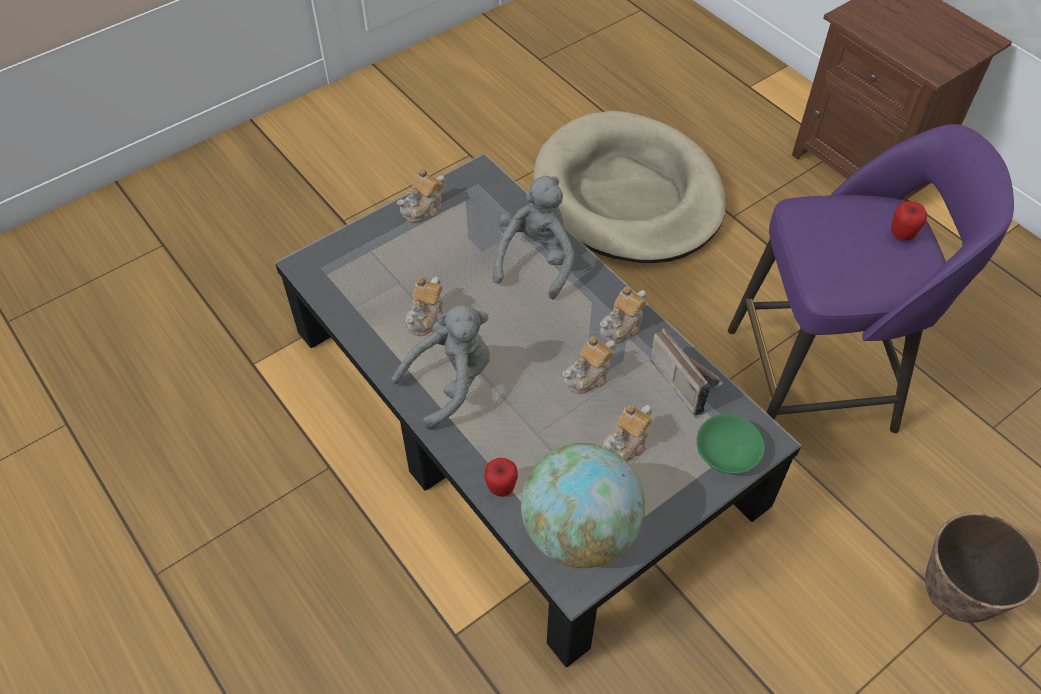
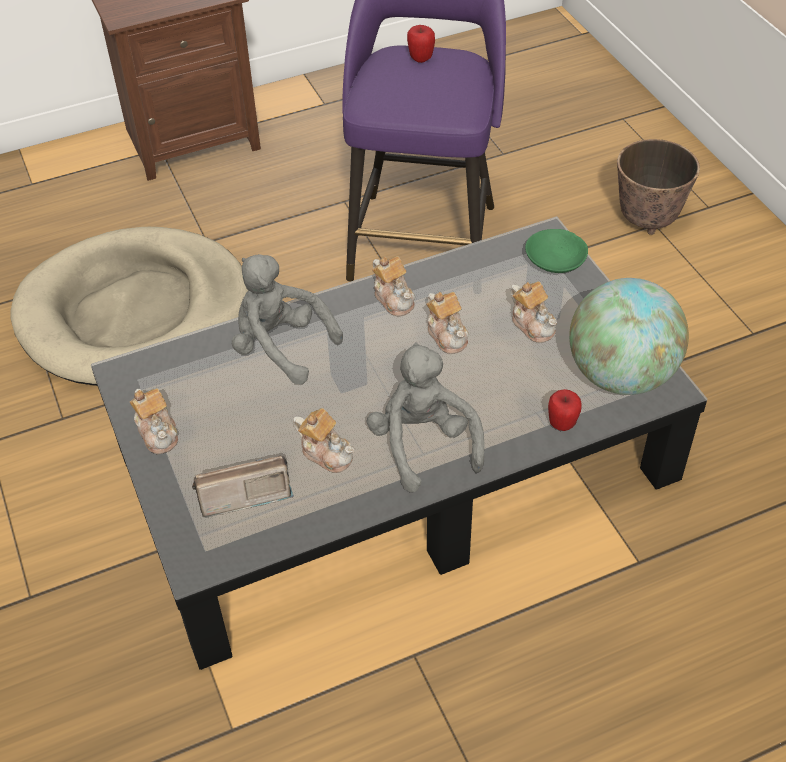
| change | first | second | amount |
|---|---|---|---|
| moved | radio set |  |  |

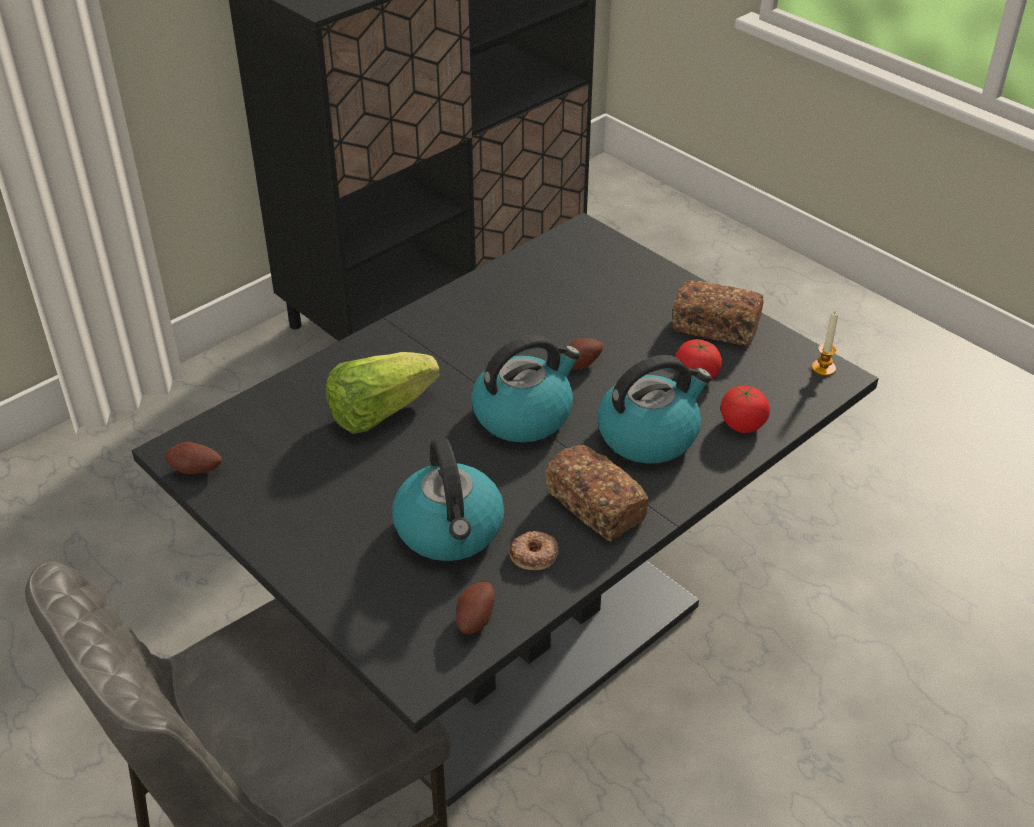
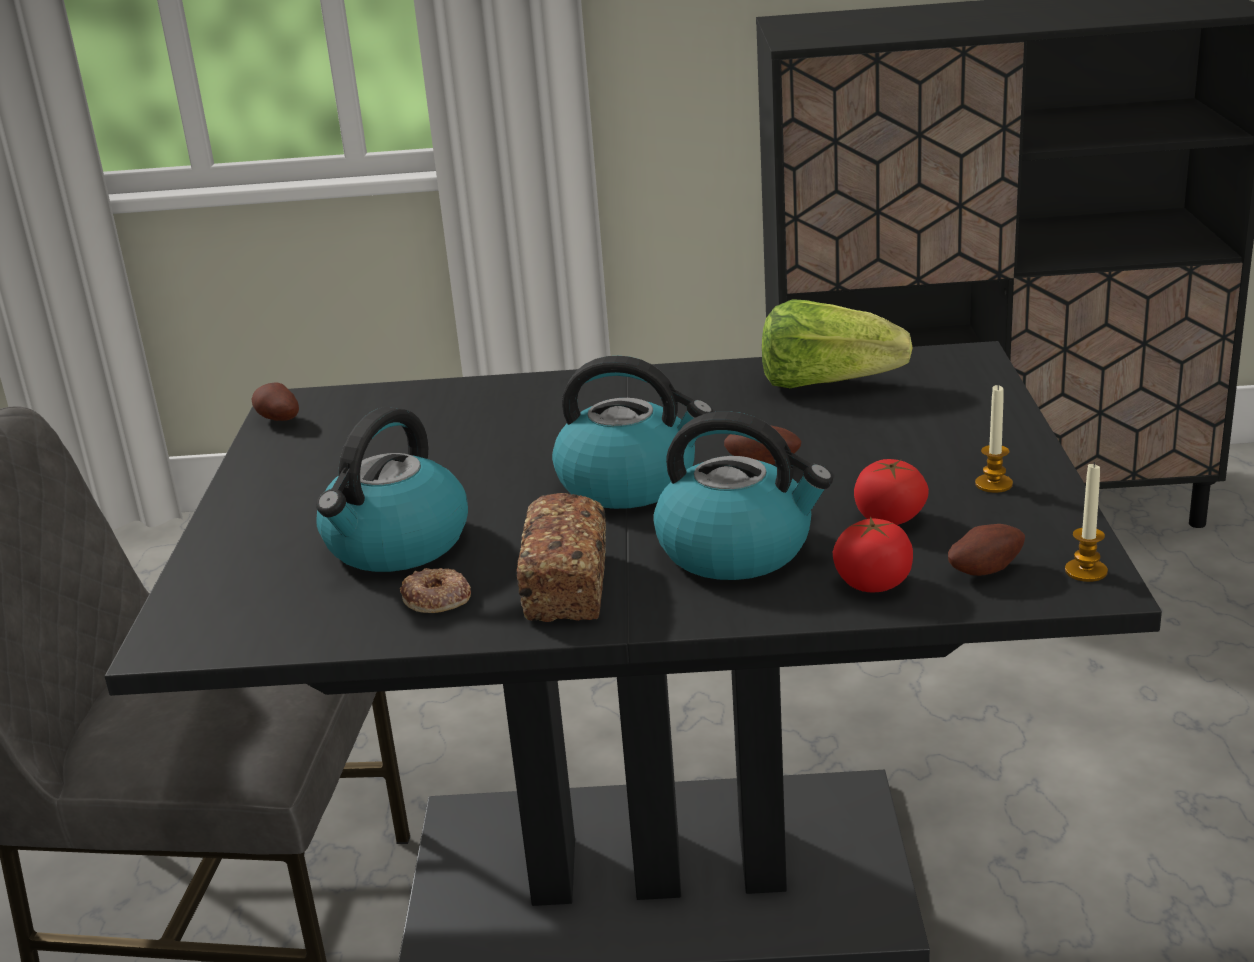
| change | first | second | amount |
|---|---|---|---|
| moved | lettuce head |  |  |
| moved | potato (2nd from left in the first image) | potato (3rd from left) |  |
| replaced | baked bread (2nd from left) | wax light (1st from left) |  |

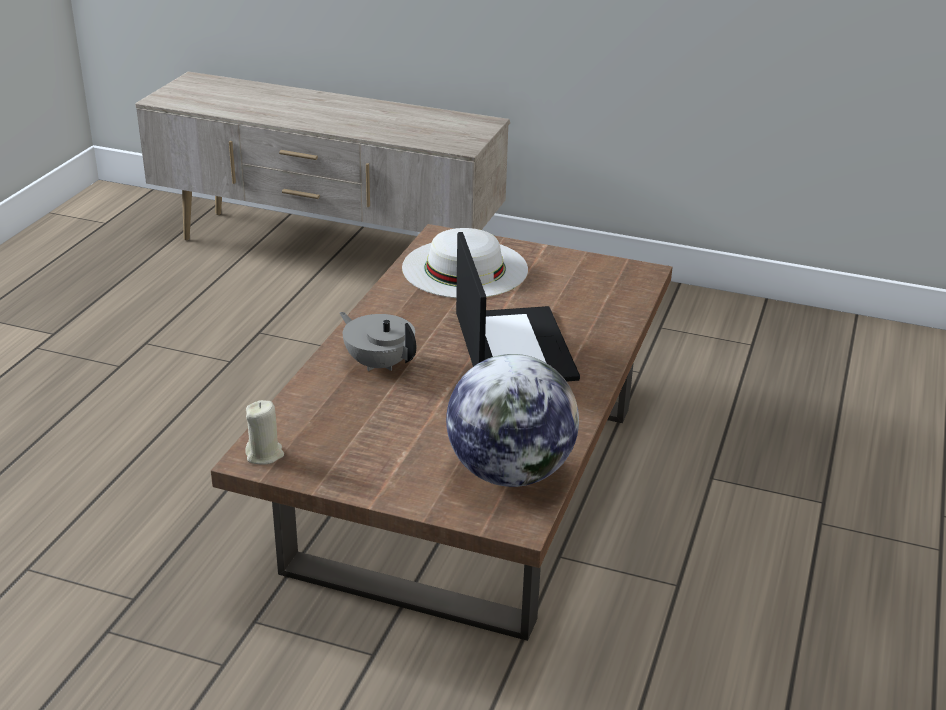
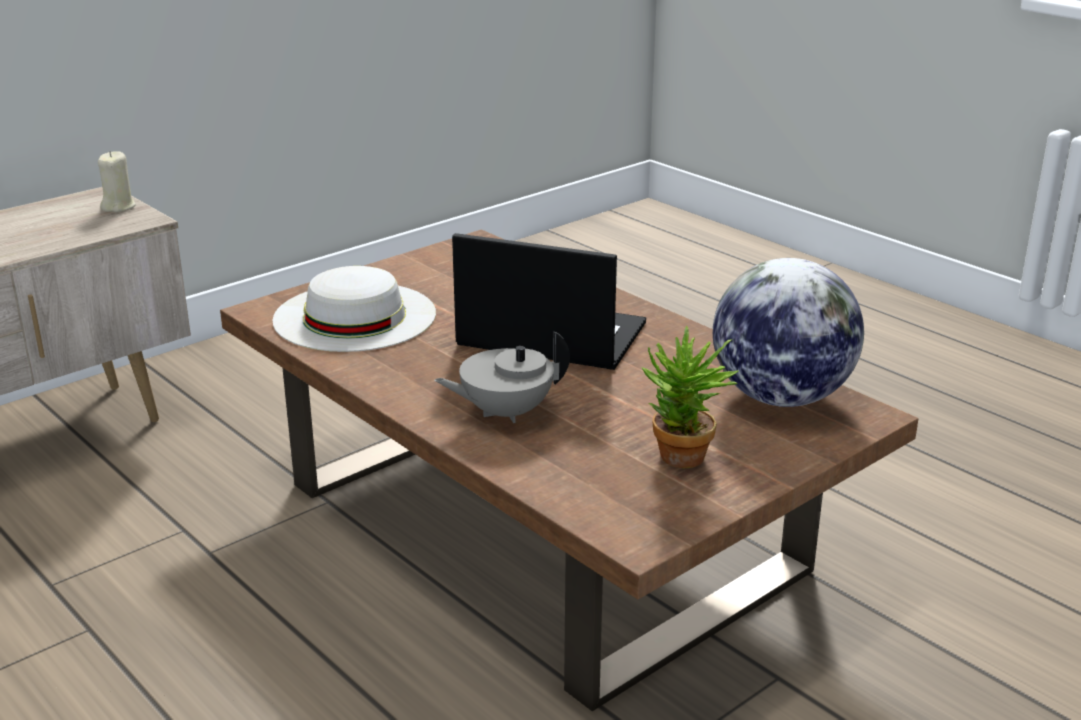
| change | first | second | amount |
|---|---|---|---|
| added |  | houseplant |  |
| moved | wax light in sand-coloured |  |  |

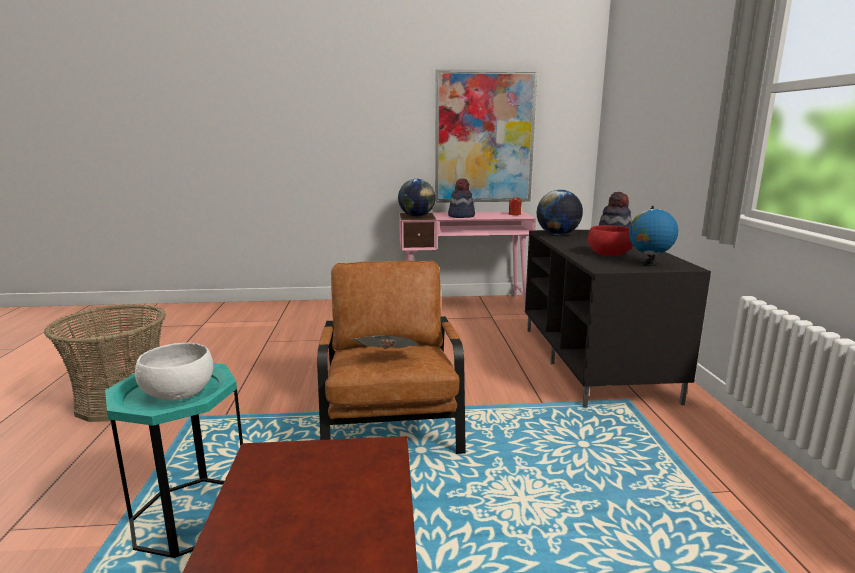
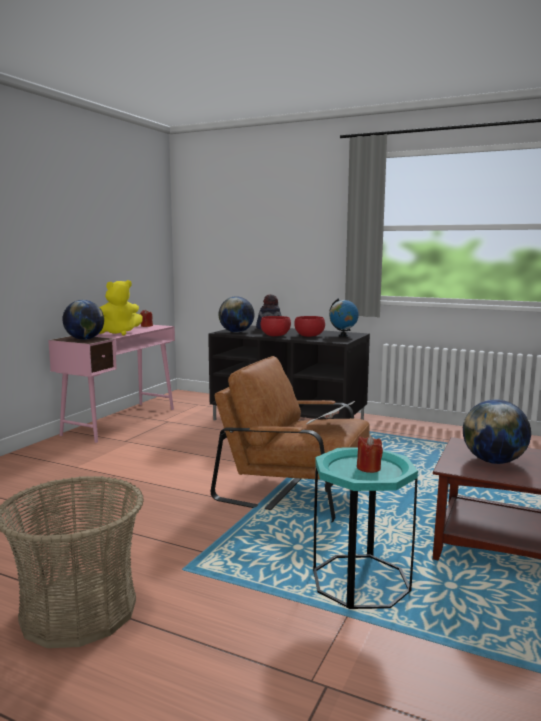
| change | first | second | amount |
|---|---|---|---|
| removed | picture |  |  |
| added |  | deep dish in red (1st from left) |  |
| added |  | desk globe (4th from left) |  |
| replaced | deep dish in white-coloured | wax light in red (2nd from left) |  |
| replaced | hat (1st from left) | plush toy in yellow |  |

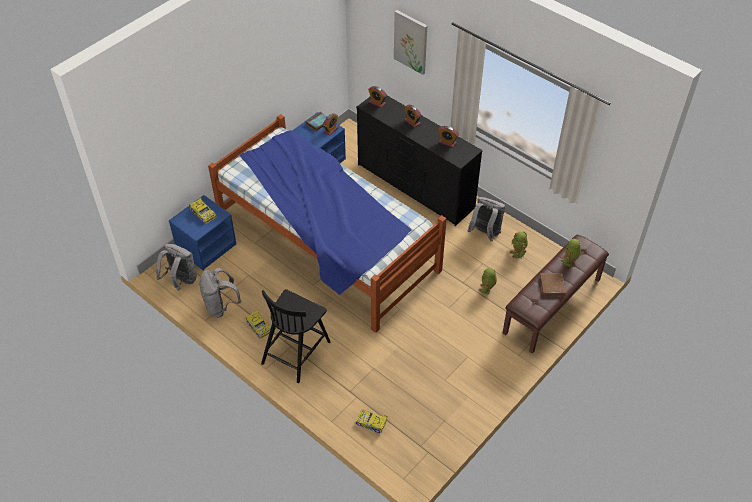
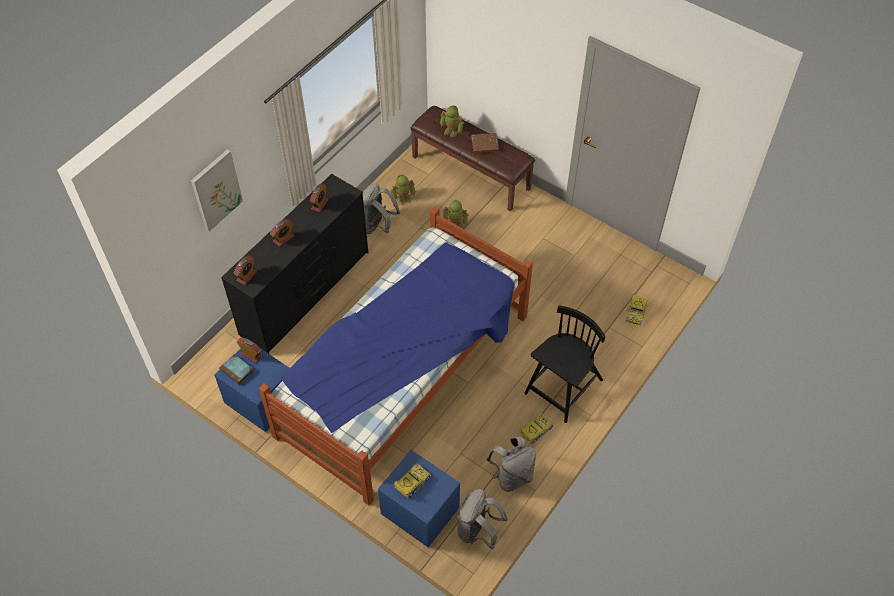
| change | first | second | amount |
|---|---|---|---|
| turned | chair in blackish |  | 75 degrees counterclockwise |

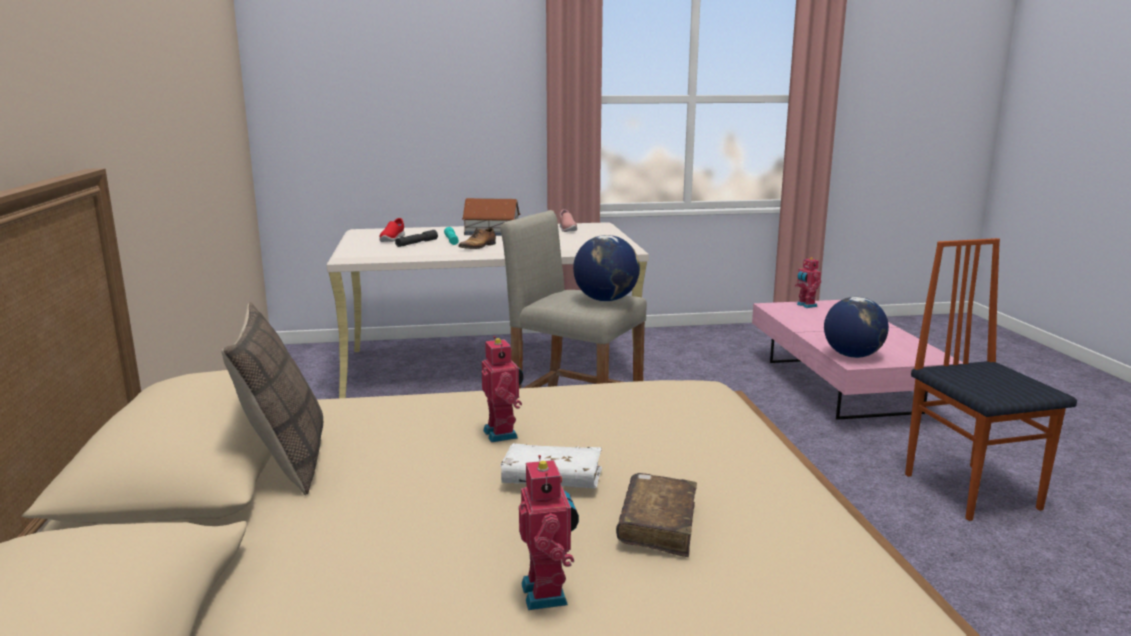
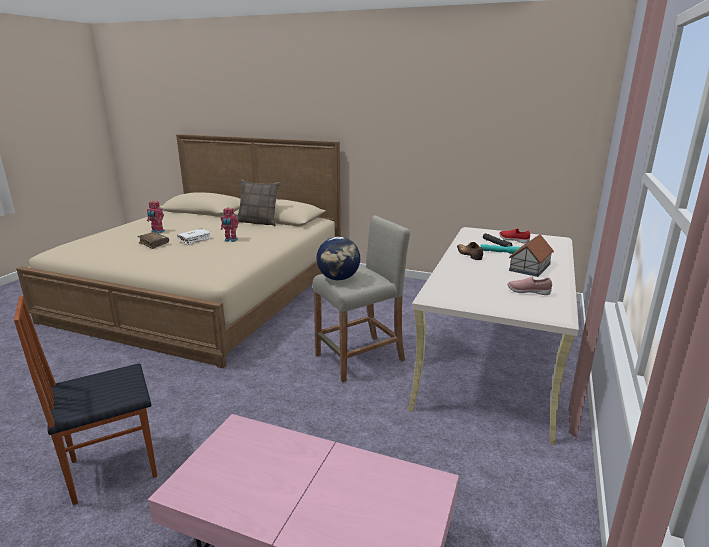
| change | first | second | amount |
|---|---|---|---|
| removed | robot figure (3rd from left) |  |  |
| removed | desk globe (2nd from left) |  |  |
| turned | chair |  | 135 degrees clockwise |

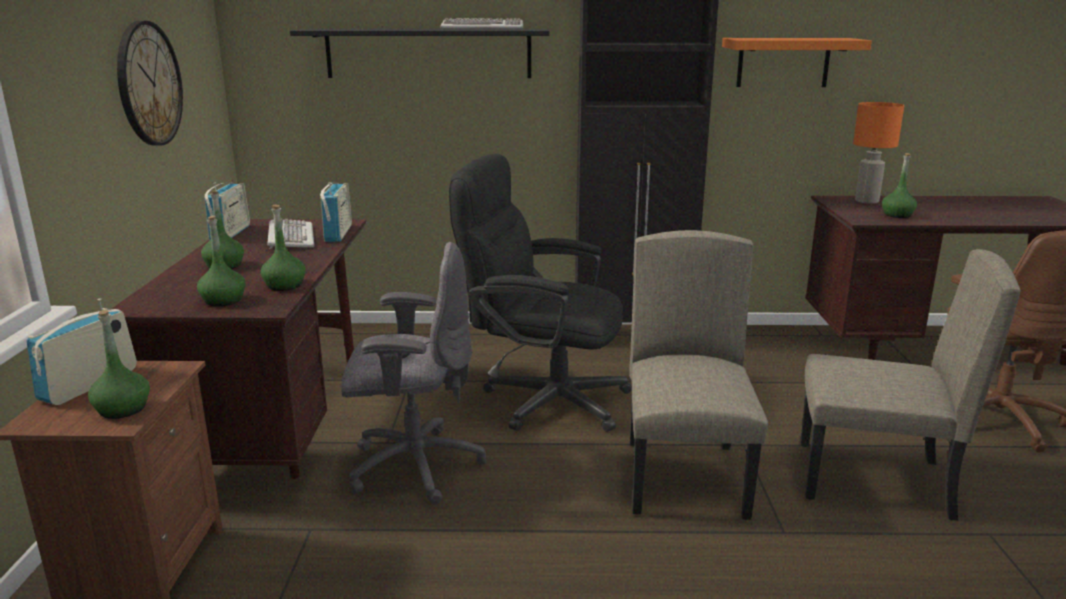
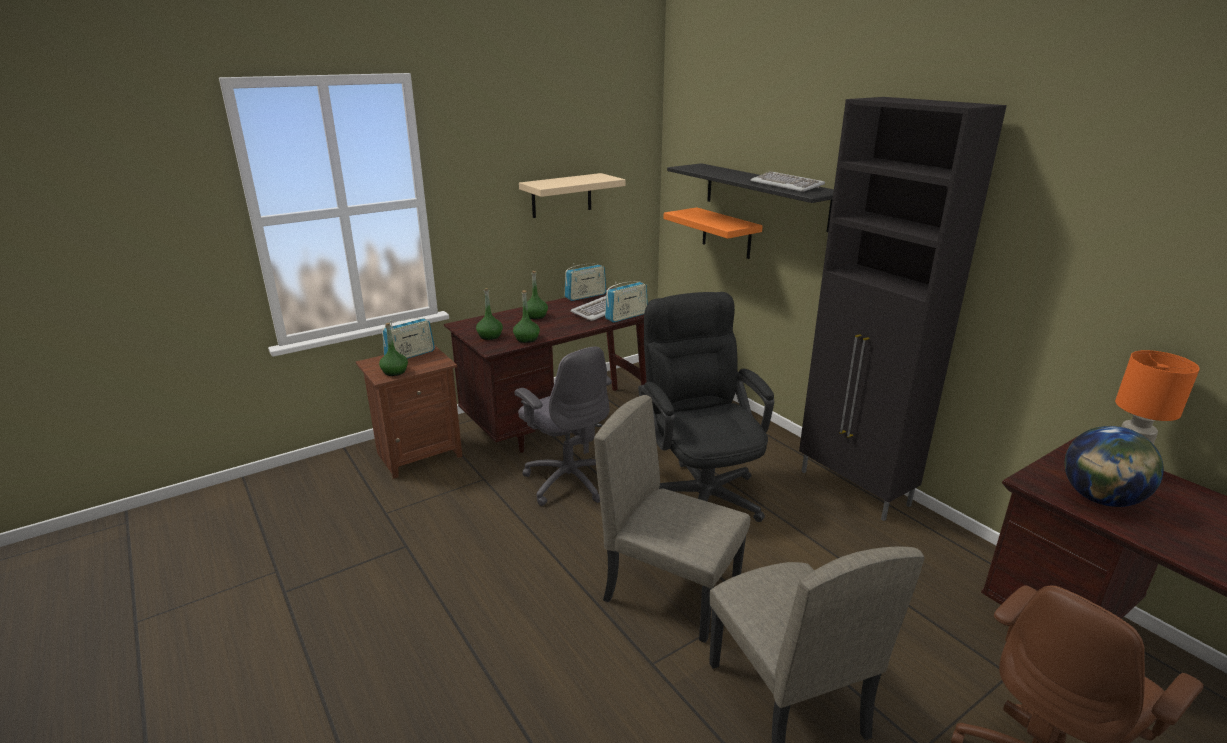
| change | first | second | amount |
|---|---|---|---|
| moved | shelf in orange-coloured |  |  |
| replaced | wall clock | shelf in sand-coloured |  |
| replaced | beverage bottle in green (5th from left) | desk globe |  |
| turned | radio set (1st from left) |  | 150 degrees clockwise |
| turned | chair in sand-coloured (1st from left) |  | 120 degrees counterclockwise |

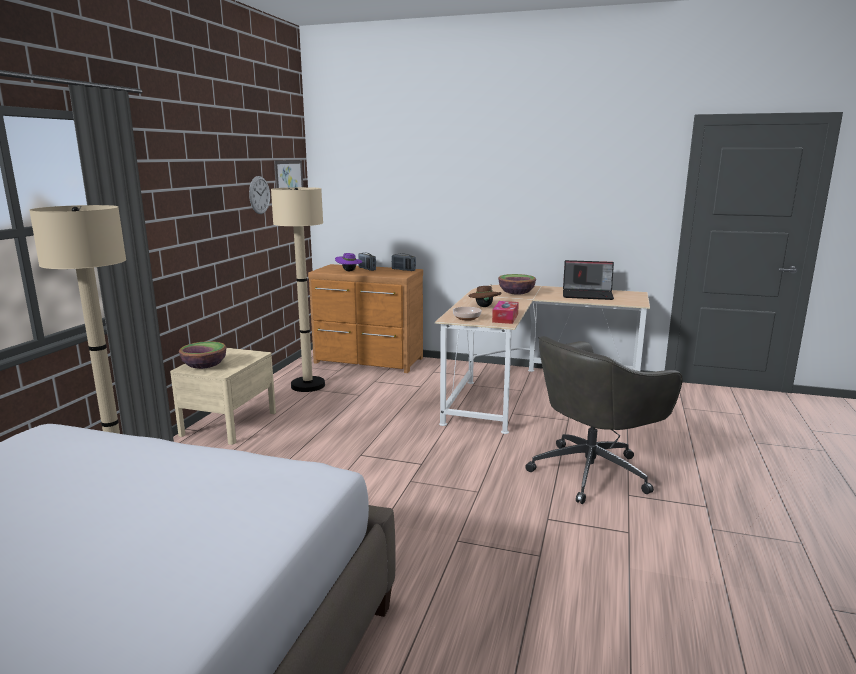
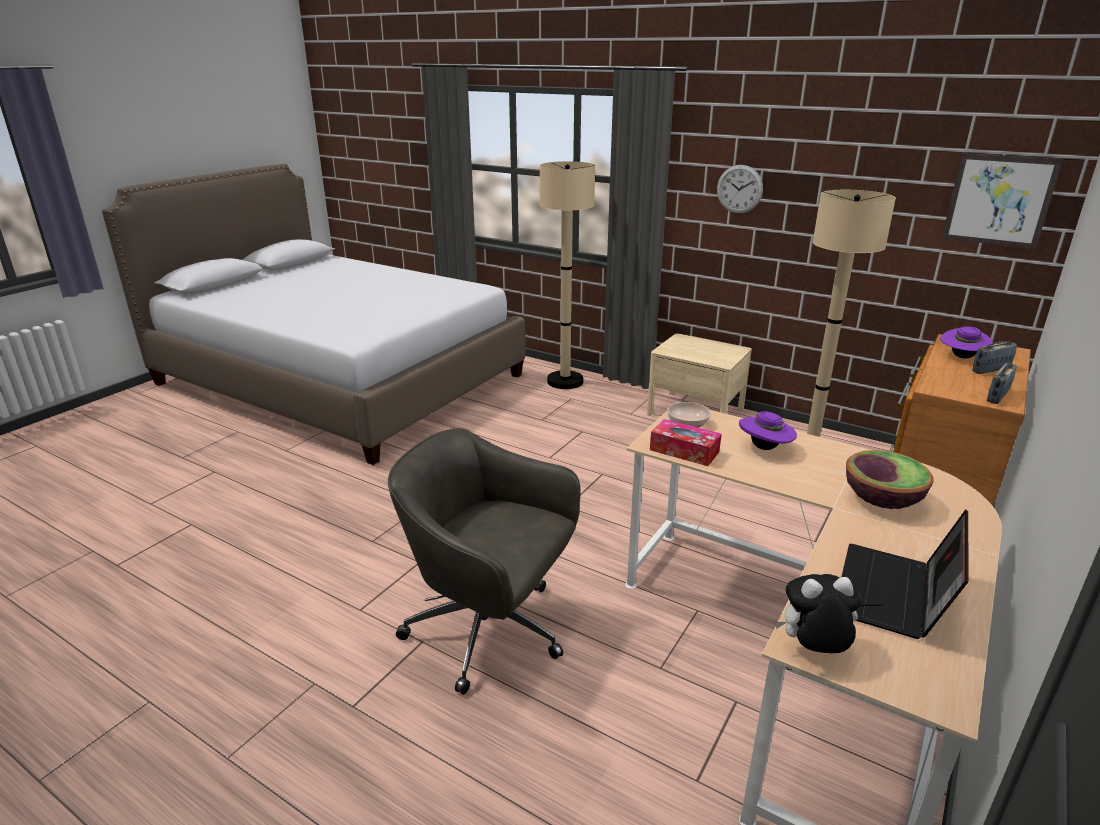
| change | first | second | amount |
|---|---|---|---|
| removed | deep dish (1st from left) |  |  |
| added |  | plush toy |  |
| moved | wall clock |  |  |
| recoloured | hat in brown | hat in purplish (1st from left) |  |
| turned | office chair in gray |  | 45 degrees counterclockwise |

